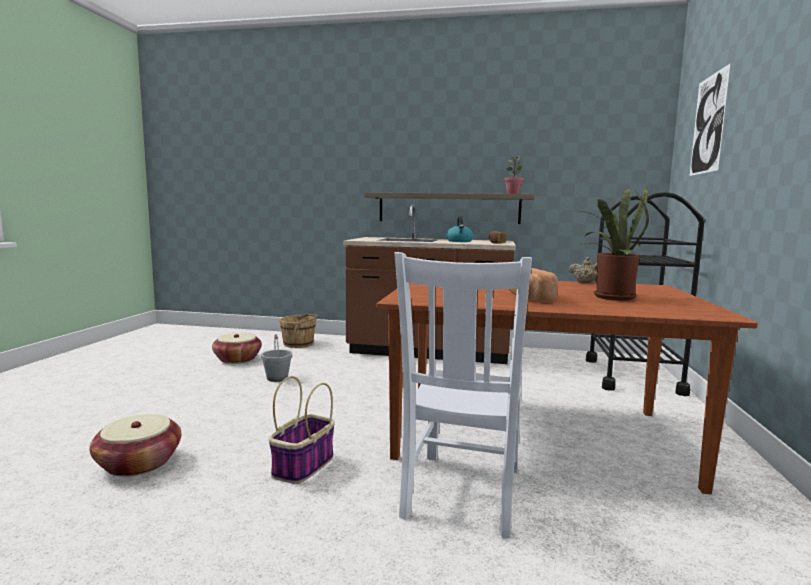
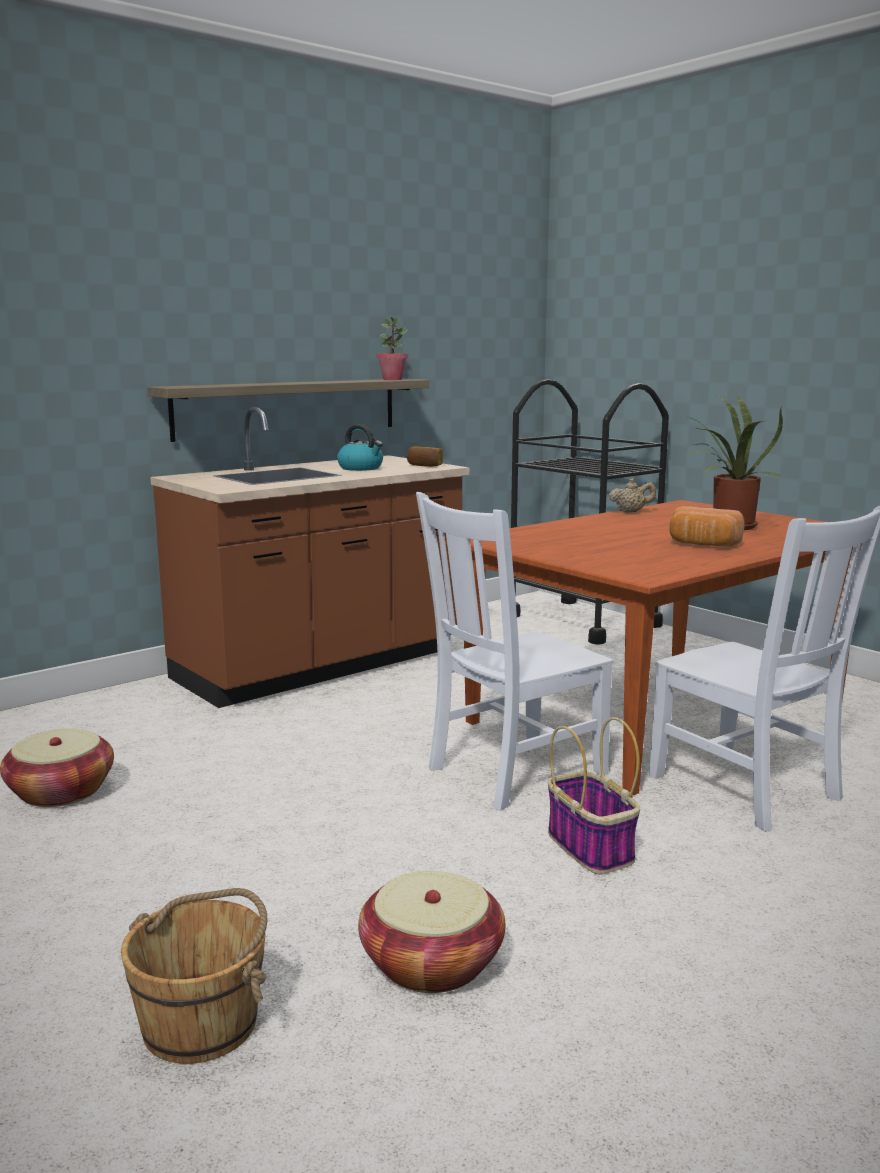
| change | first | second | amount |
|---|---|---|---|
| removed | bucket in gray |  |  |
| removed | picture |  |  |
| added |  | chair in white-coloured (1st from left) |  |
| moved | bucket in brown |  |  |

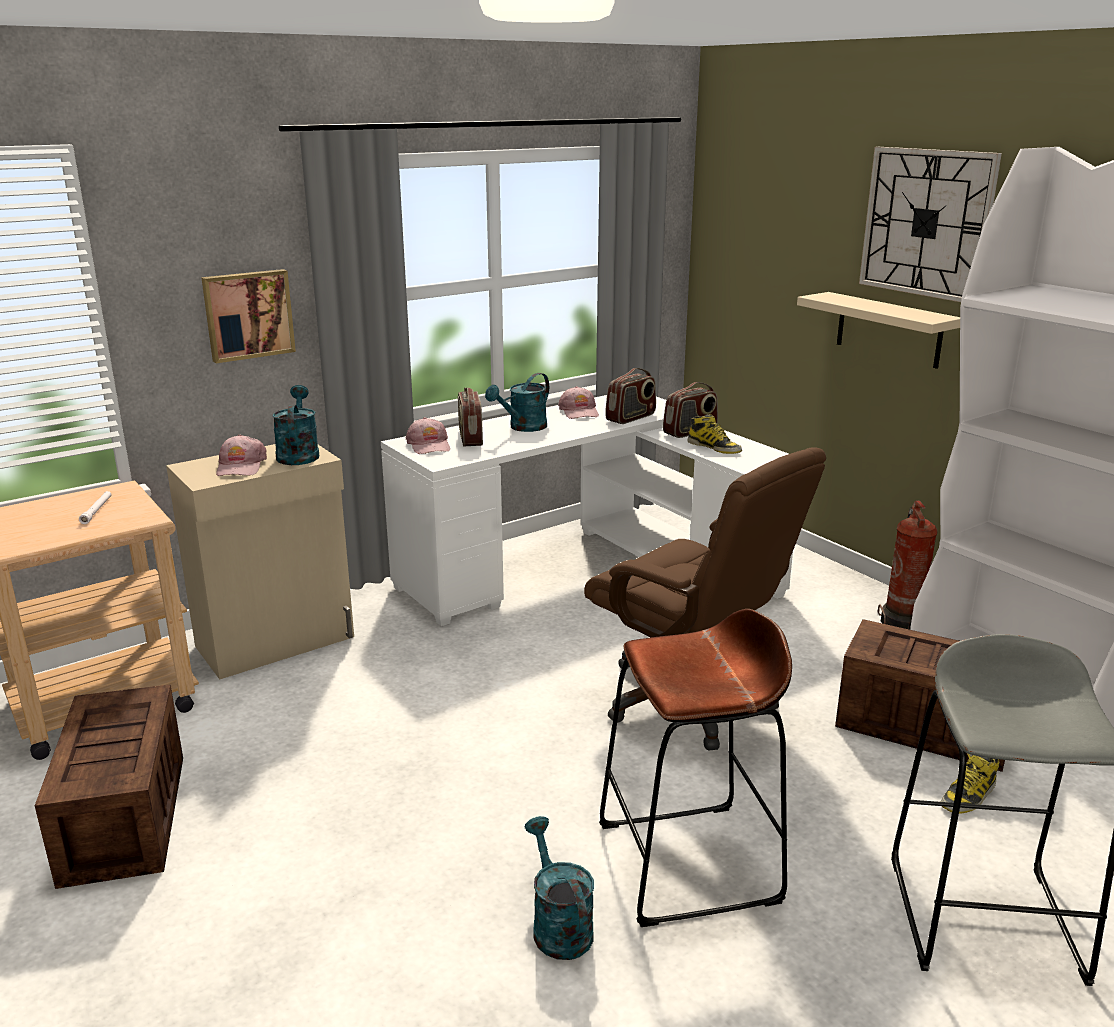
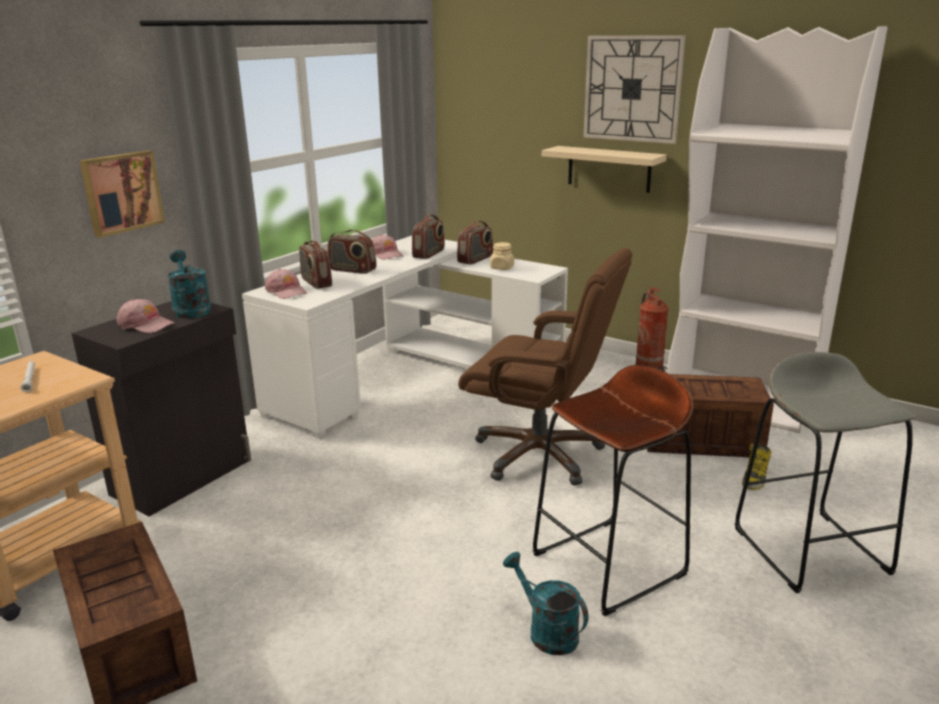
| change | first | second | amount |
|---|---|---|---|
| replaced | watering can in turquoise (2nd from left) | radio set (2nd from left) |  |
| replaced | high-top boot (1st from left) | jar in sand-coloured |  |
| recoloured | cupboard in sand-coloured | cupboard in blackish |  |
| turned | peaked cap in pink-coloured (1st from left) |  | 45 degrees counterclockwise |

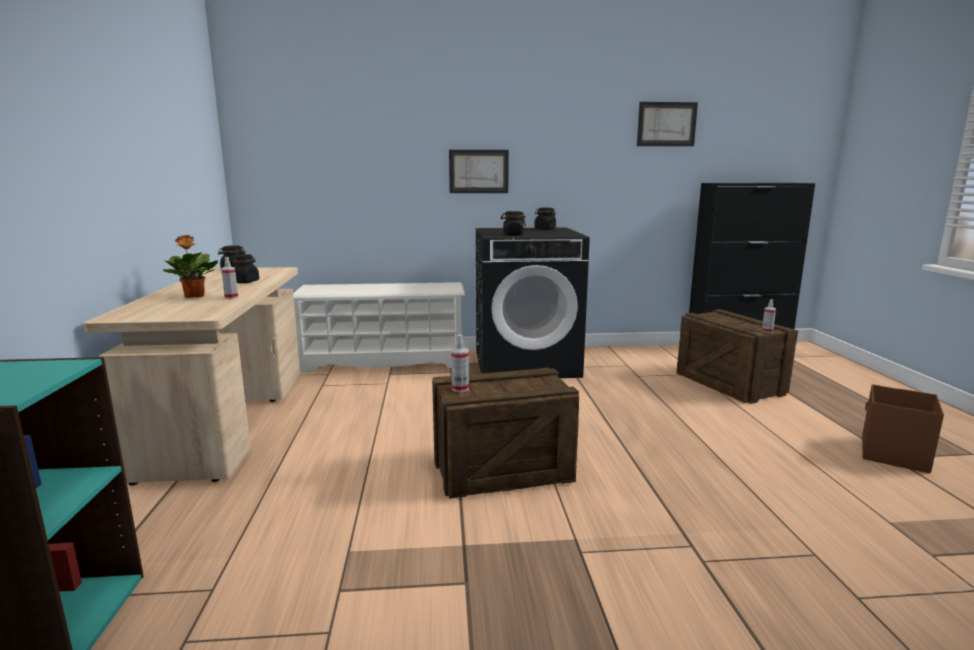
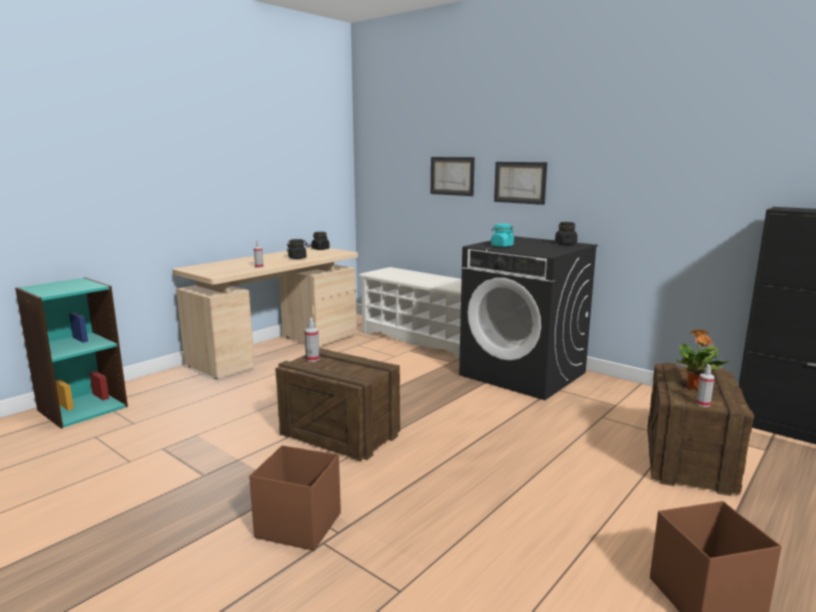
| change | first | second | amount |
|---|---|---|---|
| added |  | storage box in brown (1st from left) |  |
| moved | houseplant |  |  |
| moved | picture (2nd from left in the first image) | picture (1st from left) |  |
| recoloured | jar in blackish (3rd from left) | jar in turquoise |  |

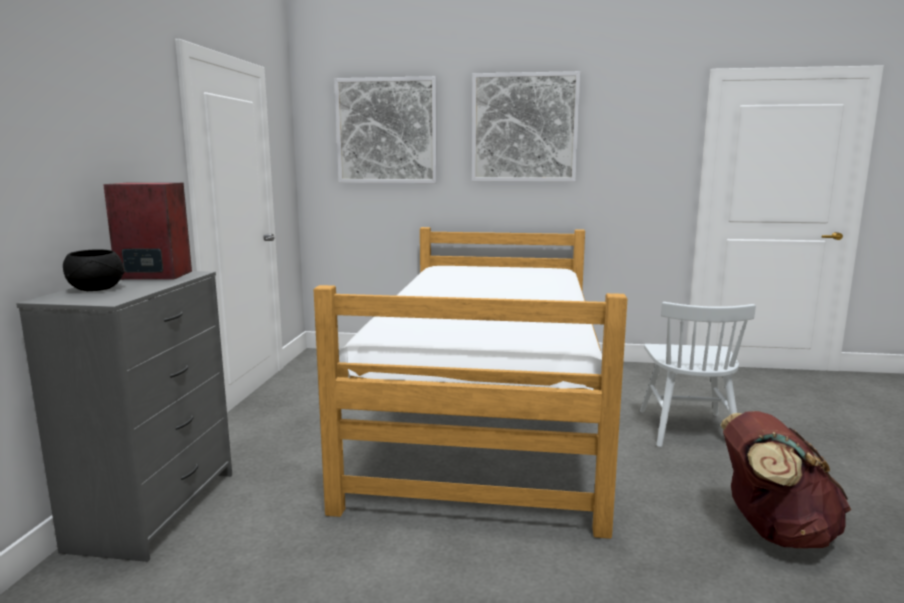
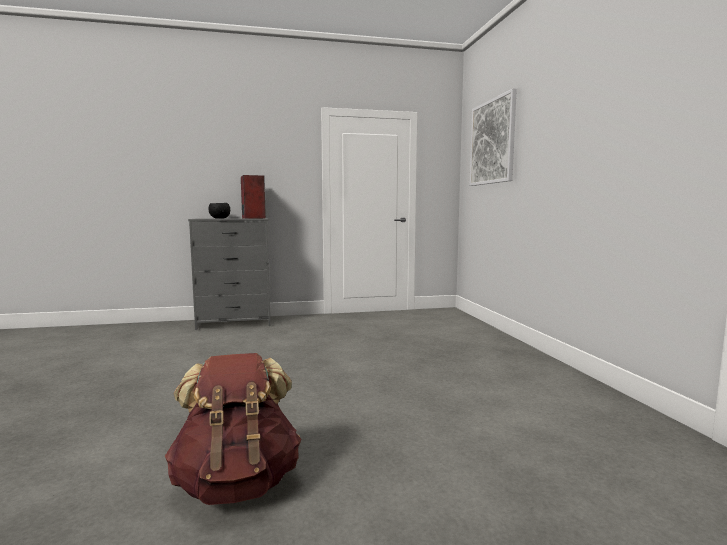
| change | first | second | amount |
|---|---|---|---|
| removed | sleeping bed |  |  |
| removed | picture (2nd from left) |  |  |
| removed | chair in white-coloured |  |  |

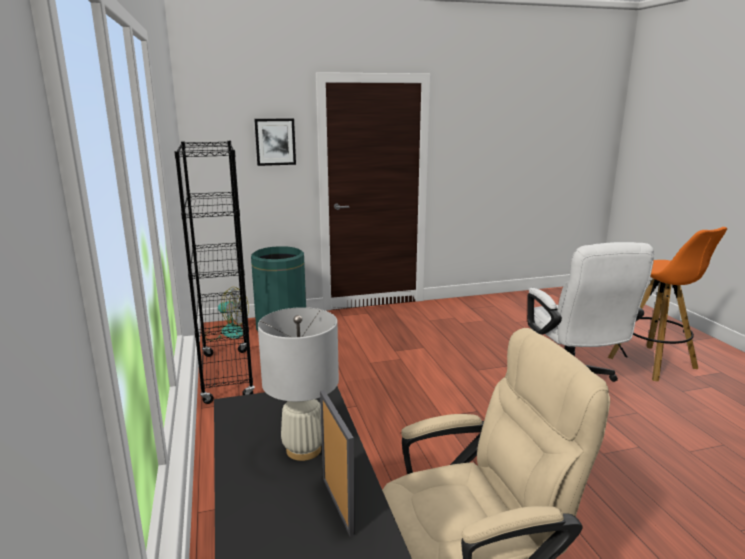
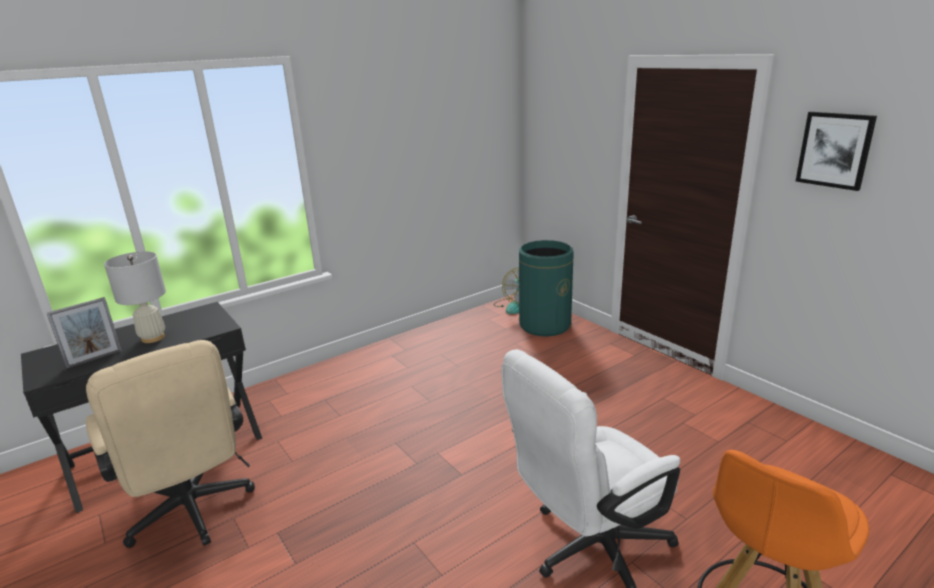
| change | first | second | amount |
|---|---|---|---|
| removed | bookshelf in blackish |  |  |
| moved | picture |  |  |

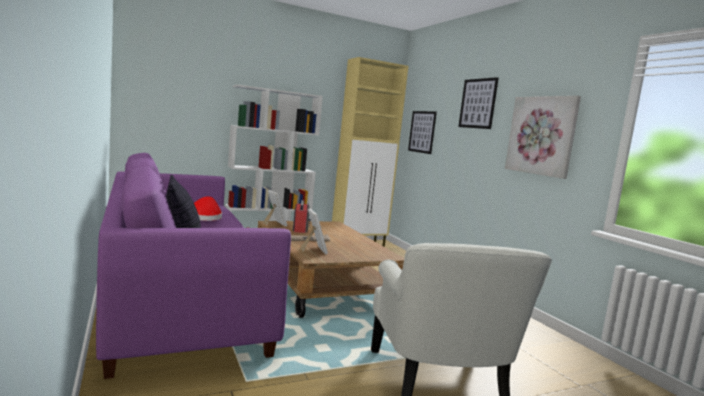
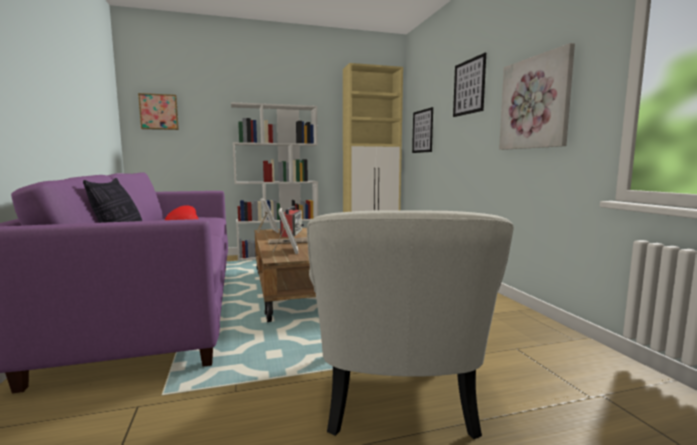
| change | first | second | amount |
|---|---|---|---|
| added |  | picture (1st from left) |  |

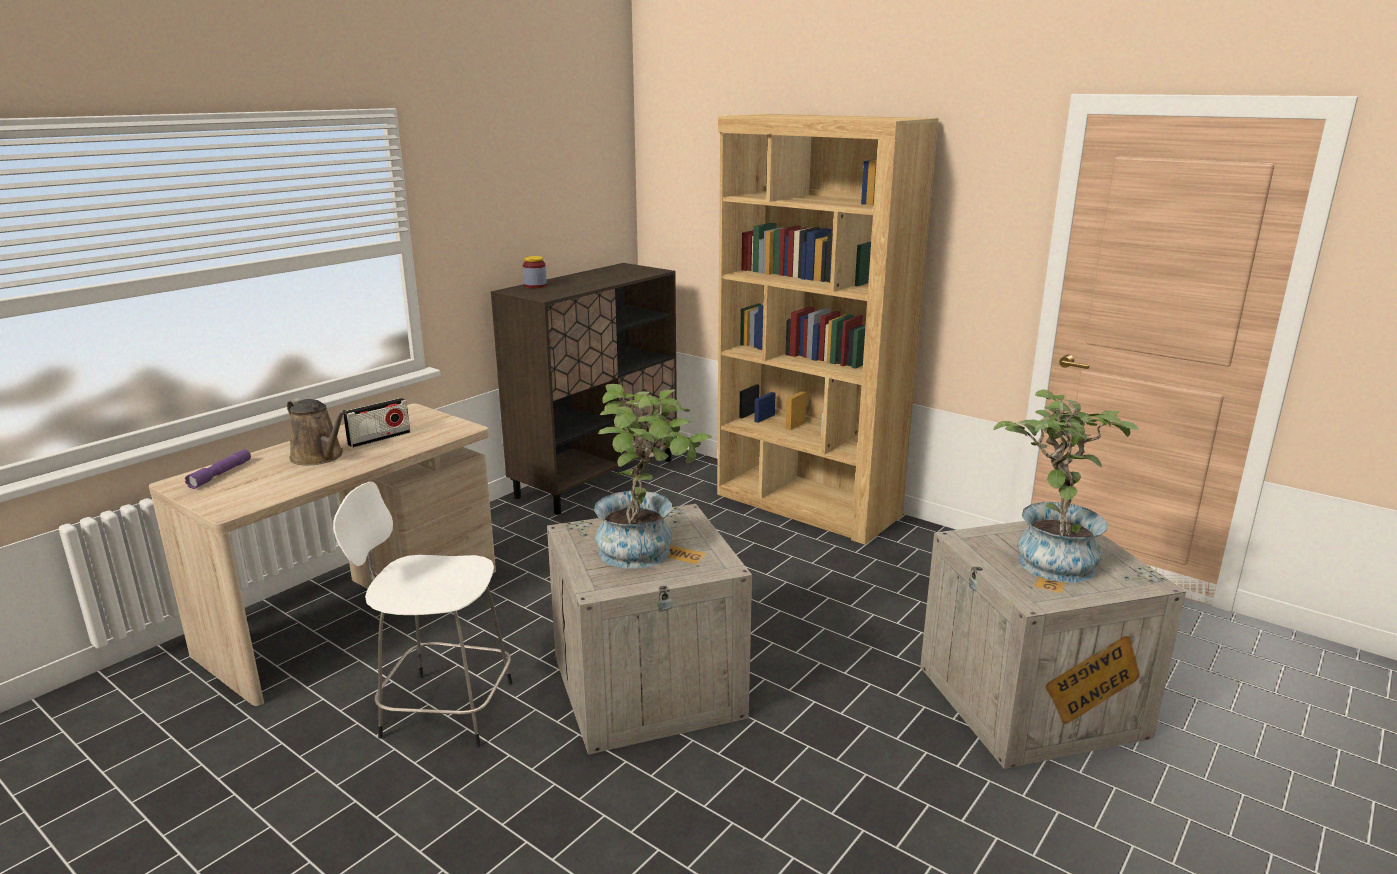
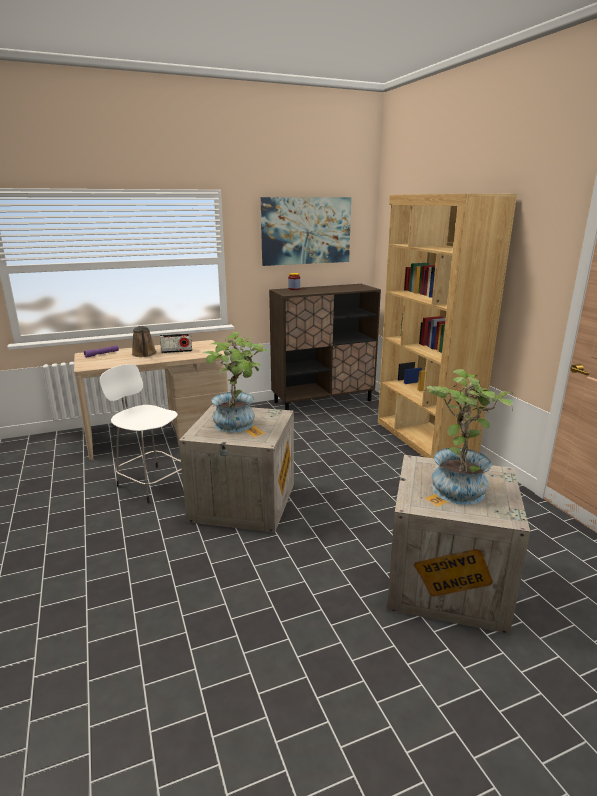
| change | first | second | amount |
|---|---|---|---|
| added |  | picture |  |

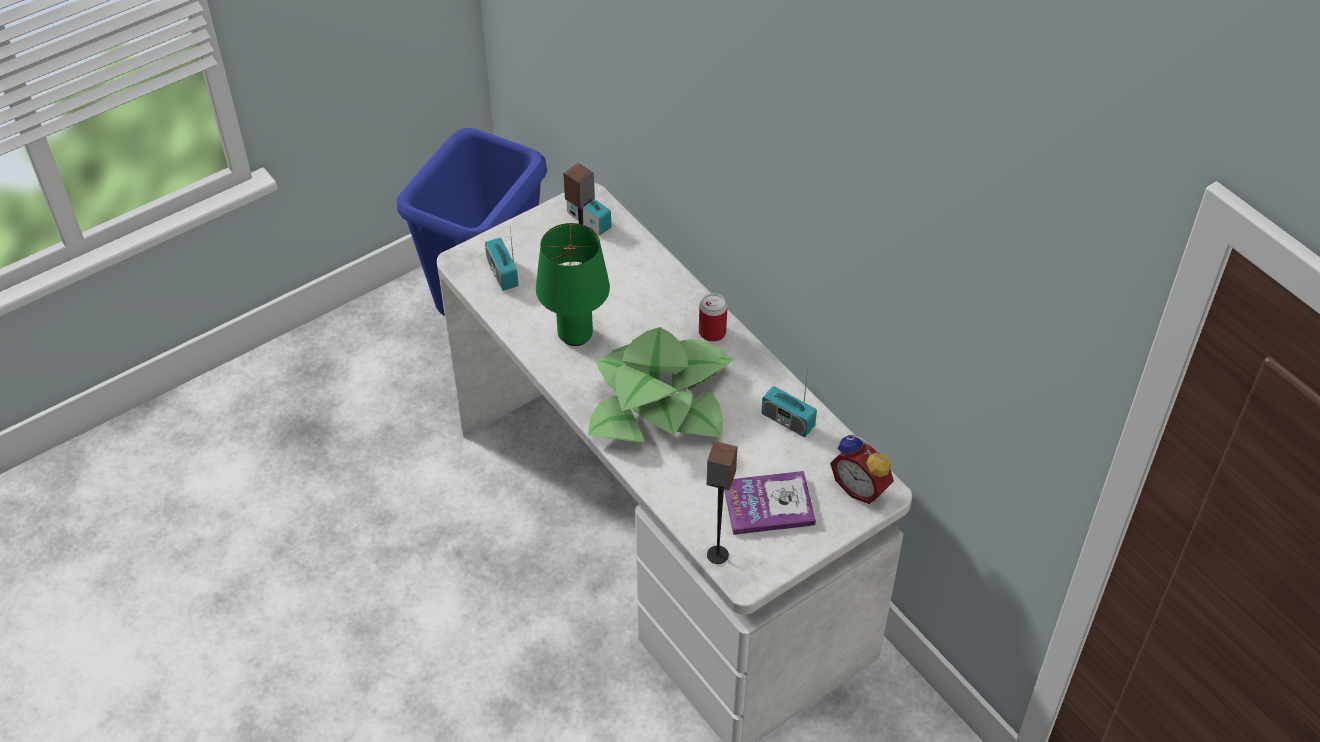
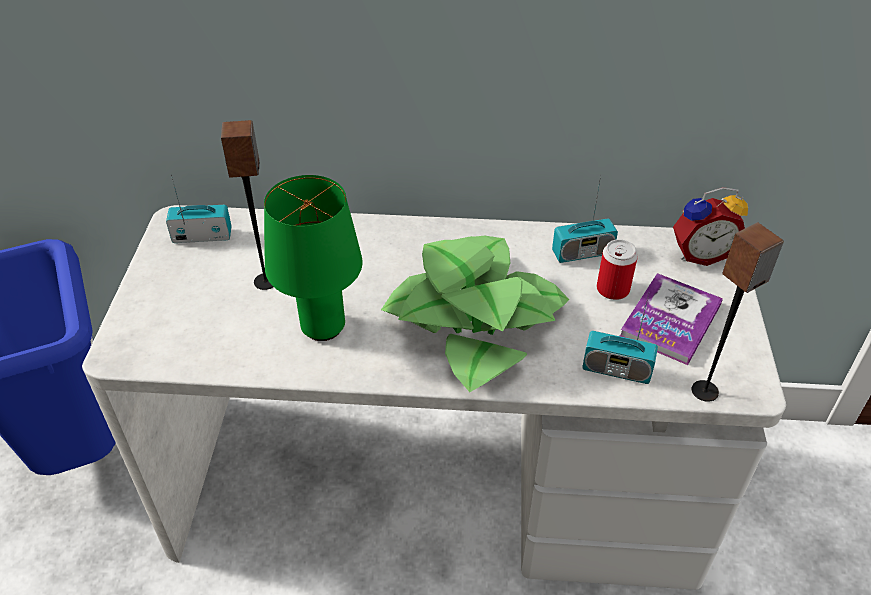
| change | first | second | amount |
|---|---|---|---|
| moved | radio set (1st from left in the first image) | radio set (3rd from left) |  |
| moved | can |  |  |

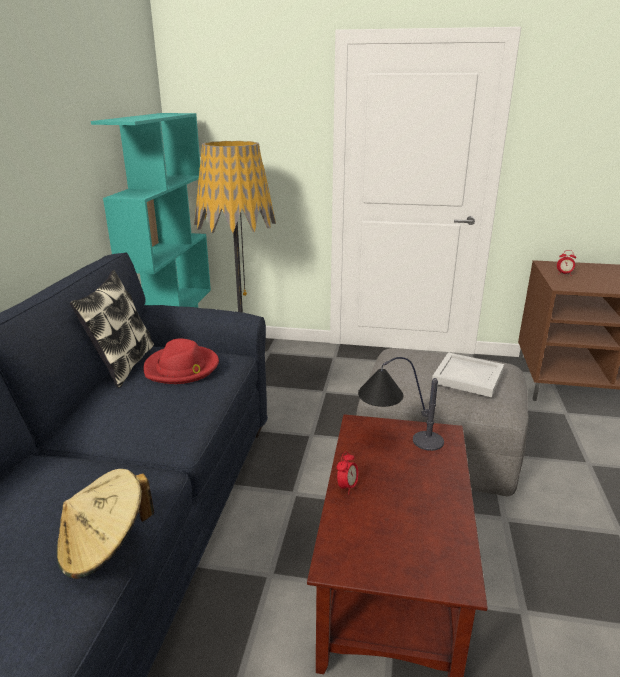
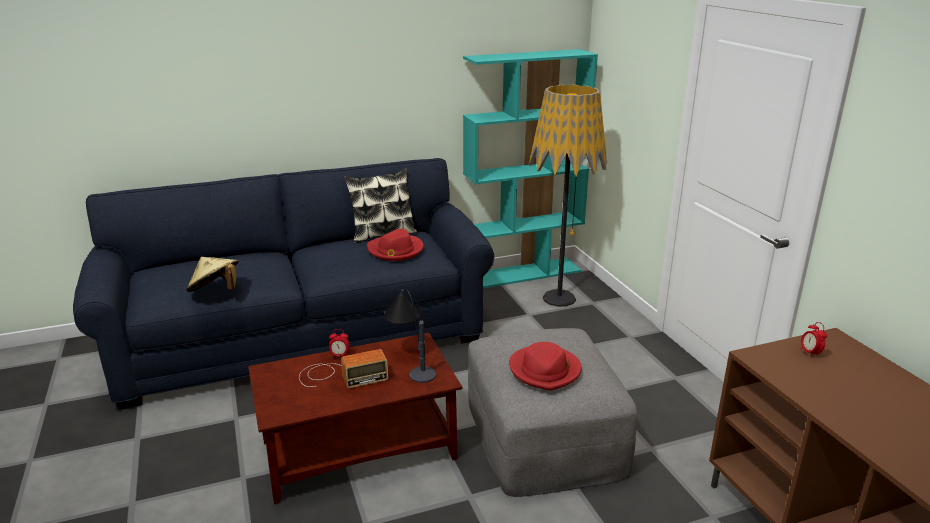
| change | first | second | amount |
|---|---|---|---|
| added |  | radio set |  |
| replaced | carrying tray in white-coloured | hat in red (2nd from left) |  |

